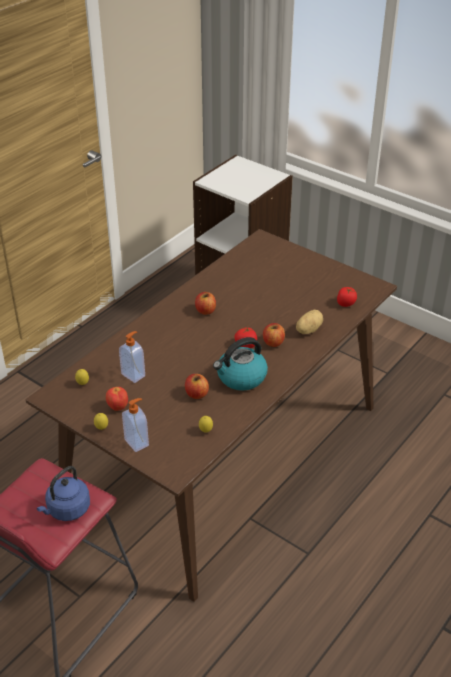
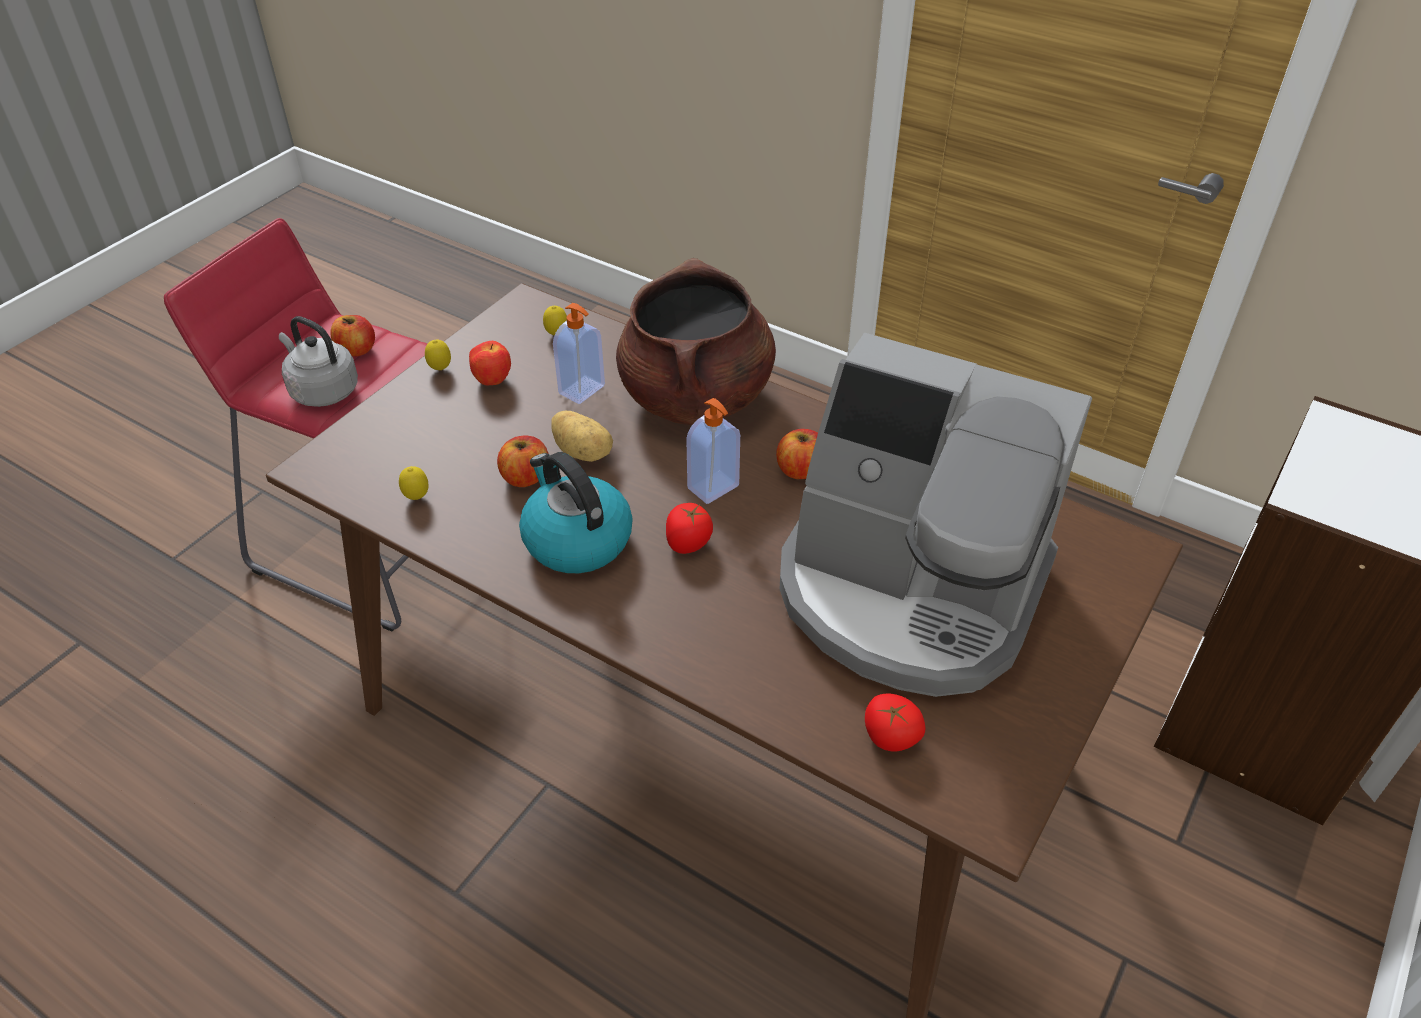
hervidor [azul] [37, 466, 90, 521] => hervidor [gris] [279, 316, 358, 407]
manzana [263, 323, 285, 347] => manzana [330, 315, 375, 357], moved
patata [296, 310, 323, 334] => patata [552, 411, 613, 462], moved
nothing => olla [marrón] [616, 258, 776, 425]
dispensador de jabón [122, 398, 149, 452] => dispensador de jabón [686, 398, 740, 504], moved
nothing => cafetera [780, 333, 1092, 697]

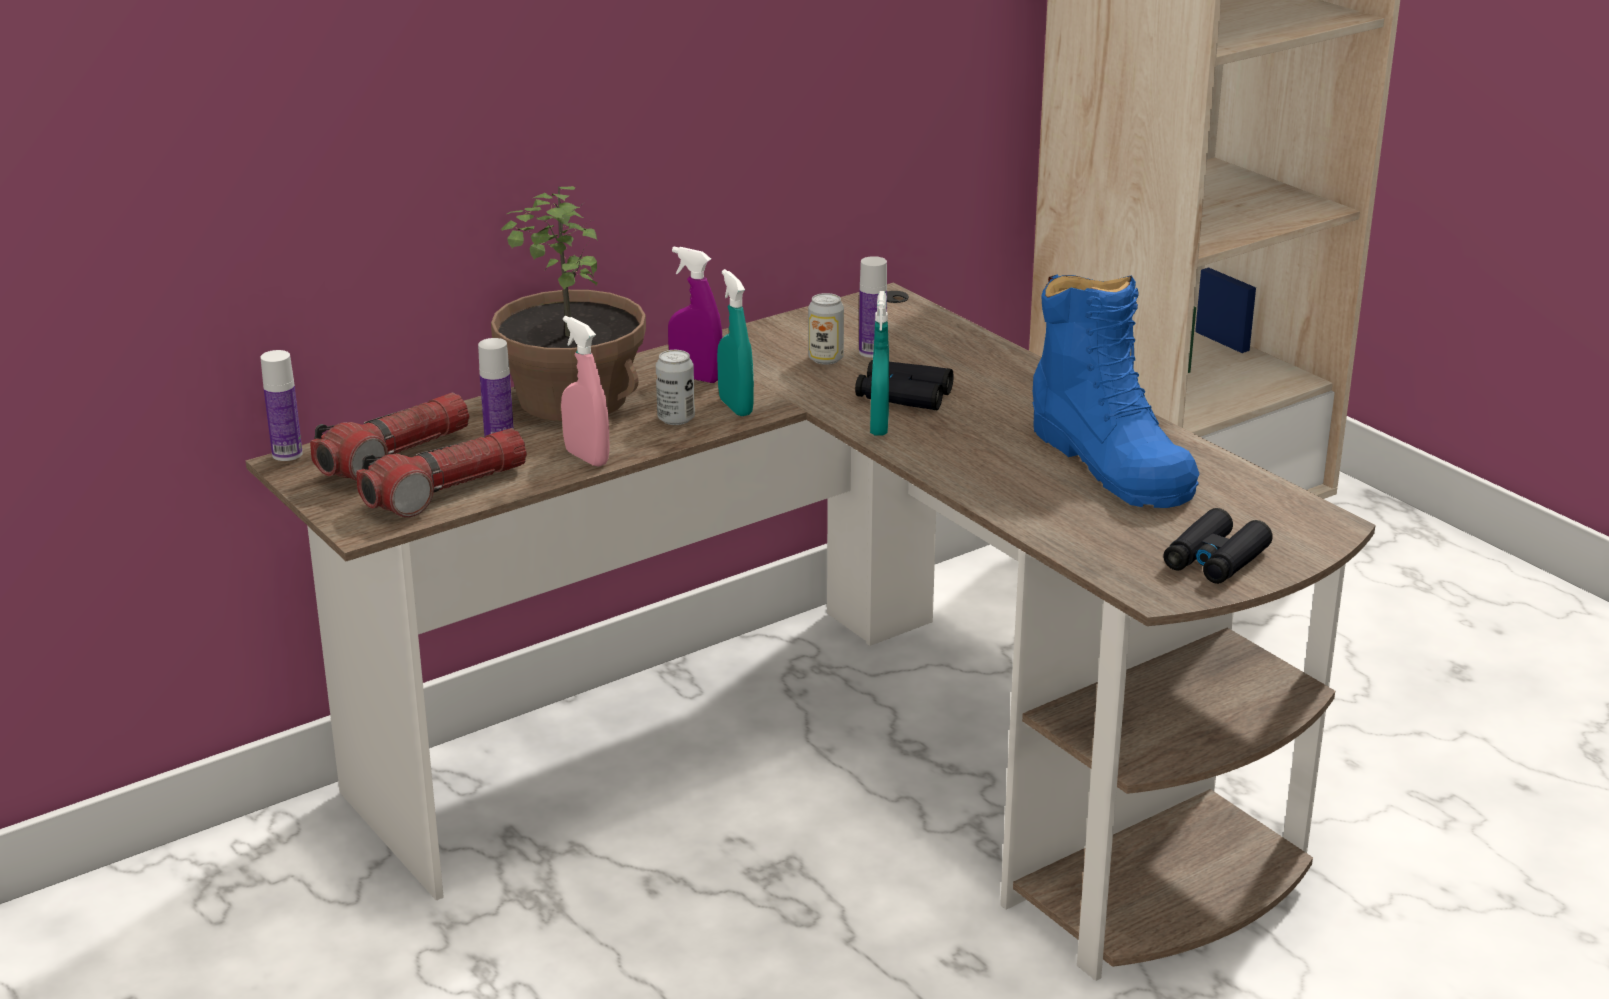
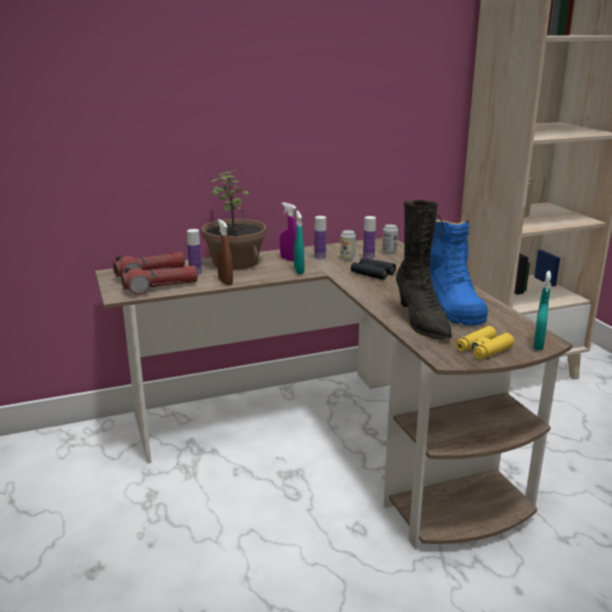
pulverizador [rosa] [561, 316, 609, 467] => pulverizador [marrón] [217, 219, 233, 286]
botella [260, 350, 303, 461] => botella [315, 216, 326, 260], moved
lata [656, 350, 695, 425] => lata [382, 224, 398, 254], moved
nothing => bota [negro] [396, 200, 452, 340]
prismáticos [negro] [1163, 508, 1273, 584] => prismáticos [amarillo] [456, 326, 514, 359]
pulverizador [turquesa] [870, 291, 889, 436] => pulverizador [turquesa] [533, 271, 551, 350], moved

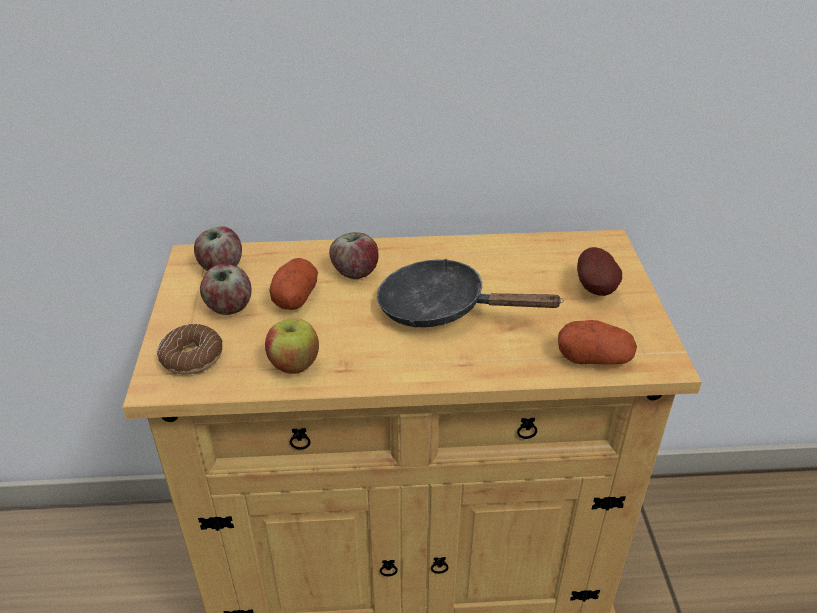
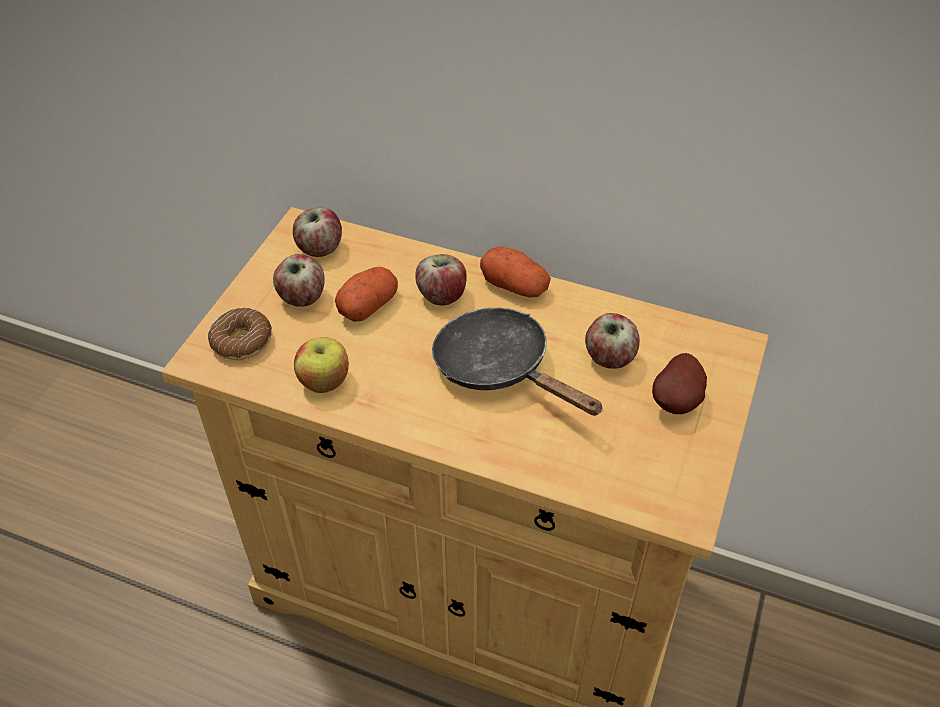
patata [558, 320, 637, 364] => patata [480, 246, 551, 297], moved
nothing => manzana [585, 313, 640, 369]

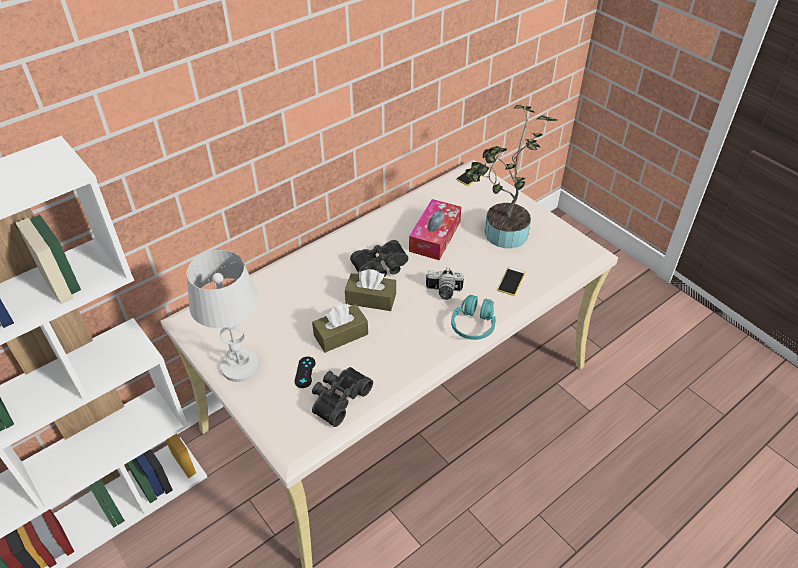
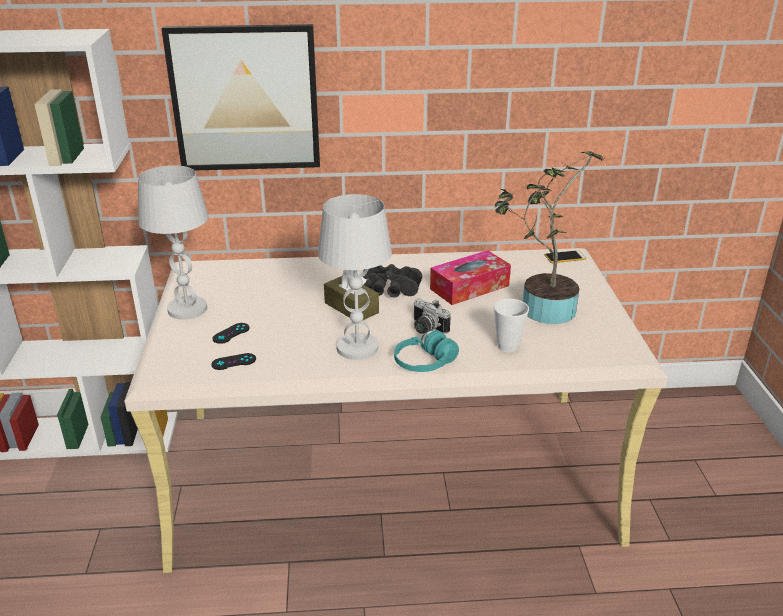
nothing => cuadro [161, 24, 320, 170]
prismáticos [negro] [312, 367, 373, 427] => mando de consola [negro] [211, 353, 256, 370]
nothing => lámpara de mesa [blanco] [318, 194, 392, 360]
móvil [498, 267, 525, 296] => taza [494, 299, 529, 352]
caja de pañuelos [marrón] [312, 304, 368, 353] => nothing

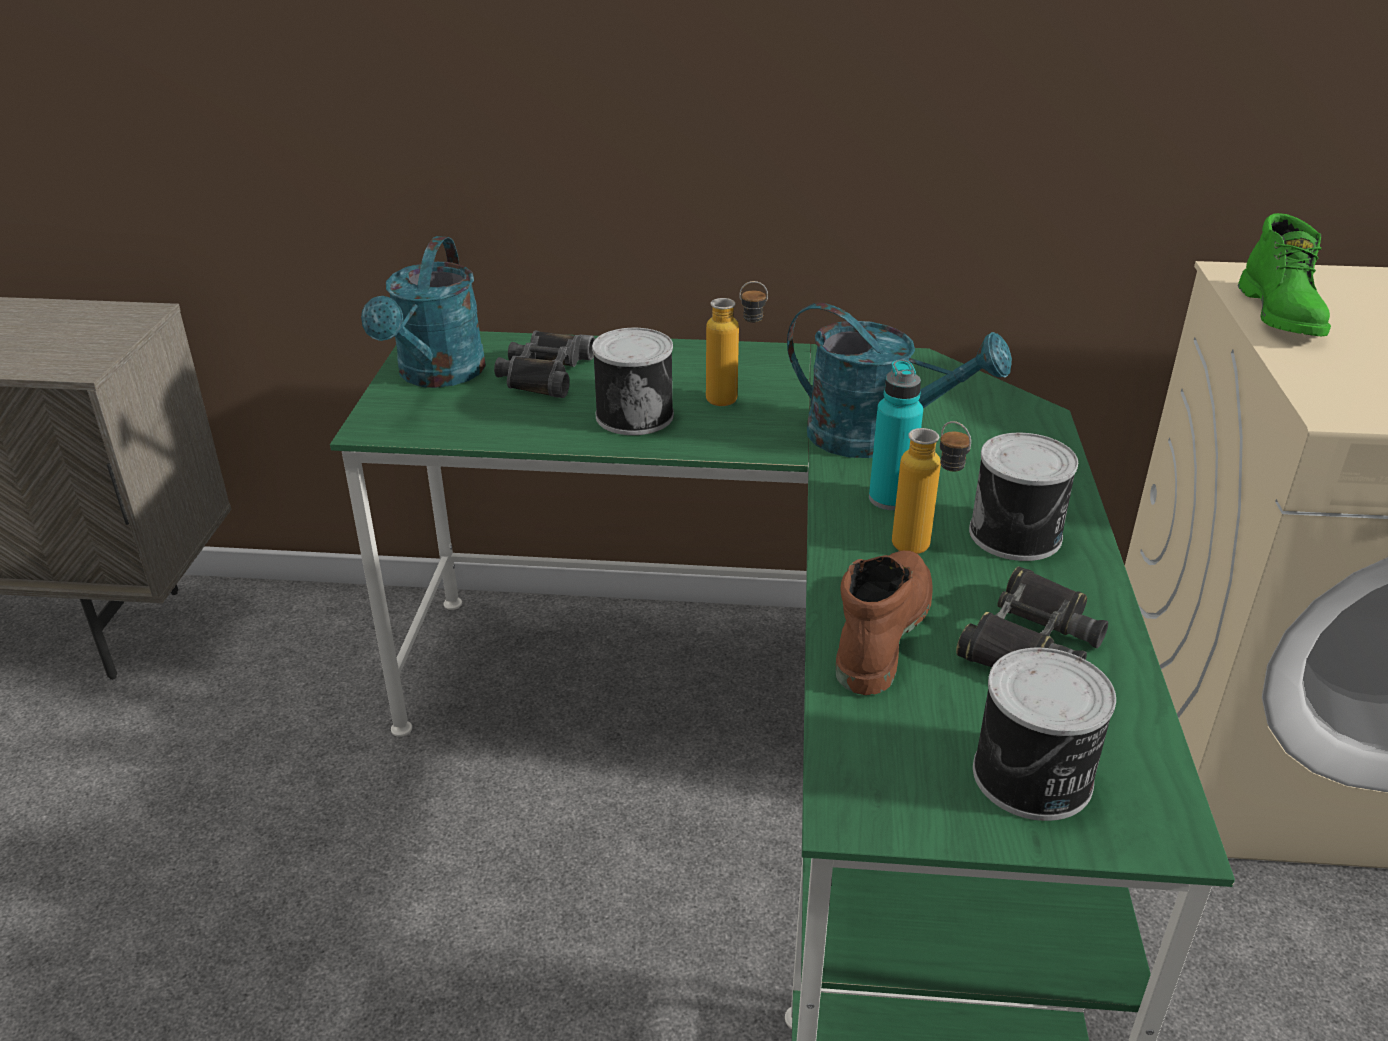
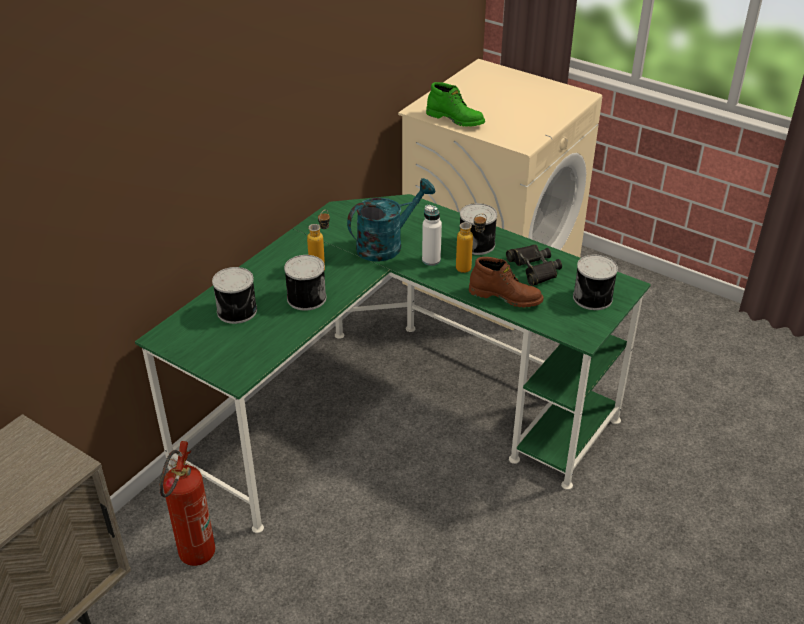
nothing => extintor [159, 441, 215, 566]
prismáticos [negro] [494, 331, 595, 398] => lata [212, 267, 257, 324]
botella [turquesa] [869, 360, 923, 511] => botella [blanco] [422, 205, 442, 266]
bota [marrón] [836, 551, 932, 695] => bota [marrón] [469, 257, 543, 307], 150 degrees clockwise
regadera [turquesa] [361, 236, 486, 388] => nothing

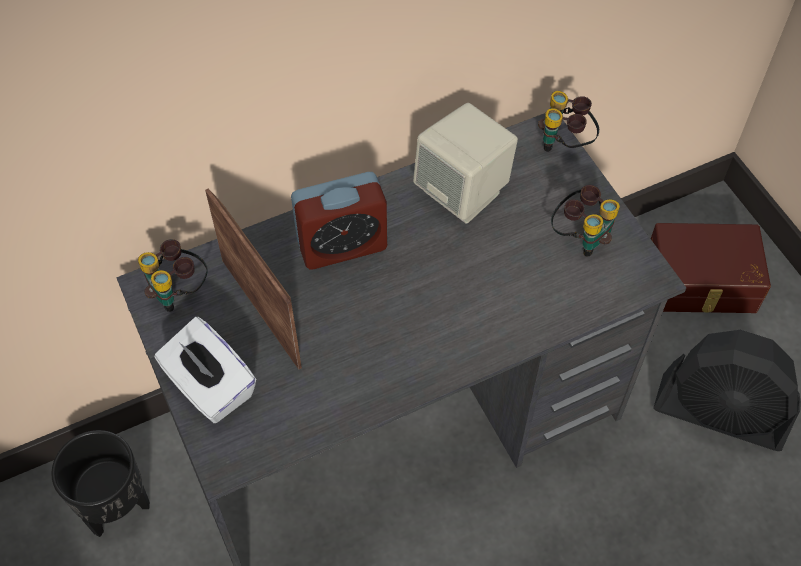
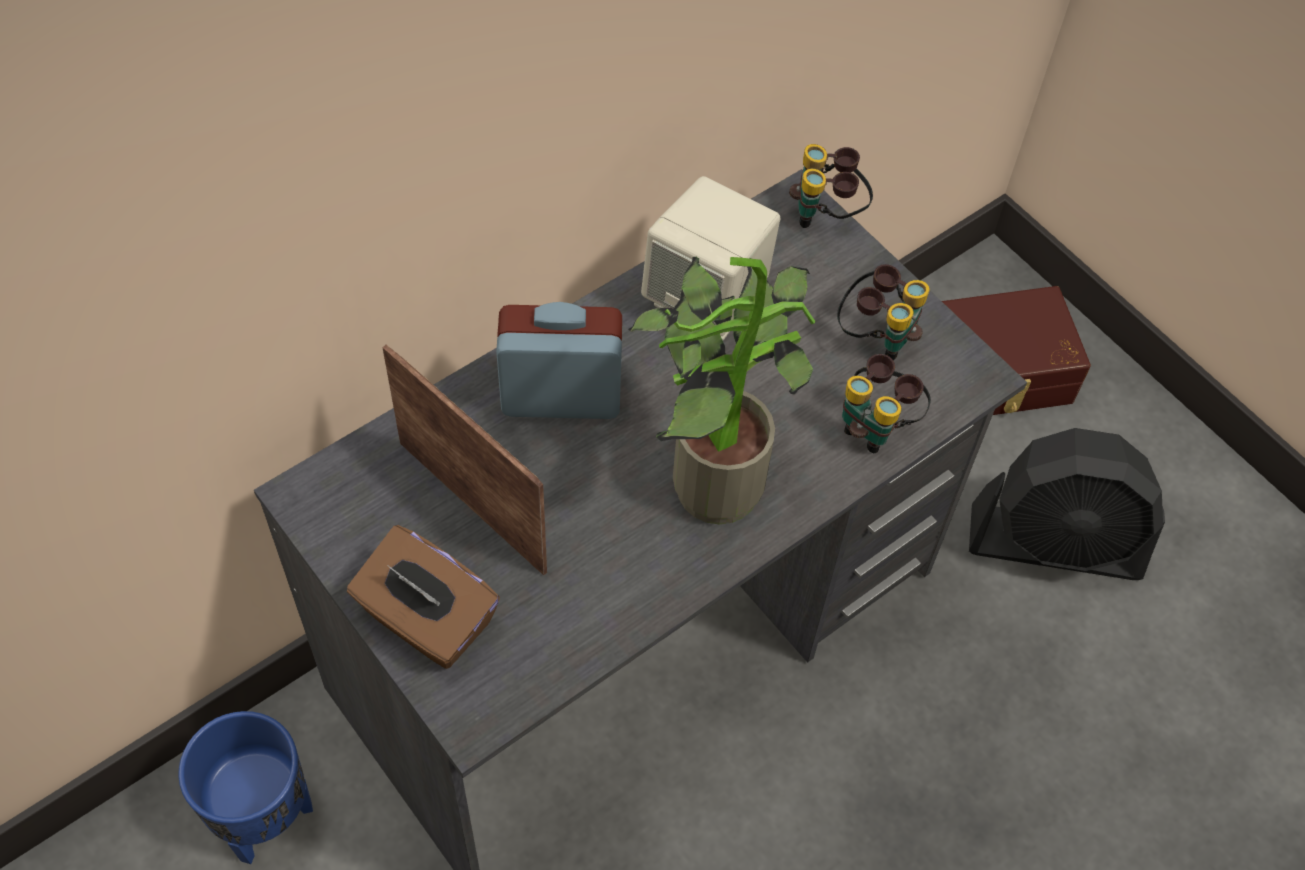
maceta [negro] [51, 430, 150, 537] => maceta [azul] [178, 711, 313, 864]
caja de pañuelos [blanco] [154, 317, 256, 423] => caja de pañuelos [marrón] [347, 525, 500, 669]
despertador [291, 172, 387, 269] => despertador [496, 302, 622, 419], 150 degrees counterclockwise
nothing => planta en maceta [628, 257, 816, 524]
prismáticos [138, 239, 207, 312] => prismáticos [842, 354, 931, 453], moved

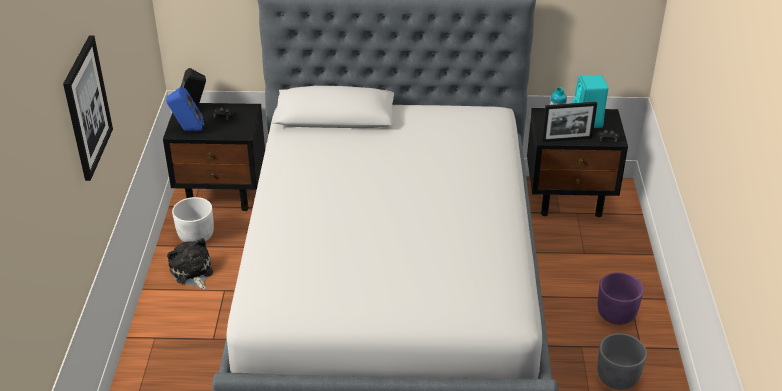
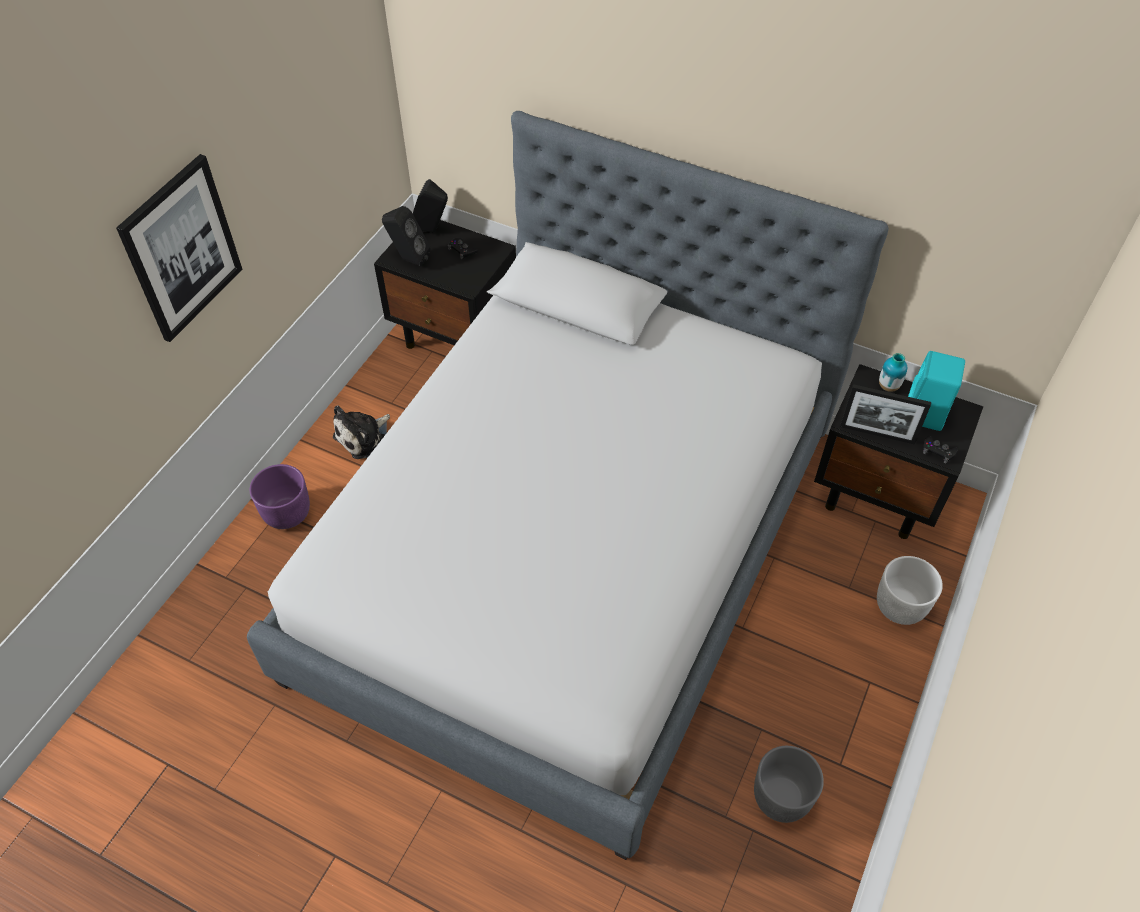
maceta [morado] [597, 272, 644, 325] => maceta [morado] [250, 464, 310, 529], moved
peluche [167, 238, 213, 290] => peluche [333, 405, 390, 459], 135 degrees counterclockwise
altavoz [azul] [166, 87, 204, 131] => altavoz [negro] [382, 206, 431, 267]
maceta [blanco] [172, 197, 214, 242] => maceta [blanco] [877, 556, 943, 625], moved

